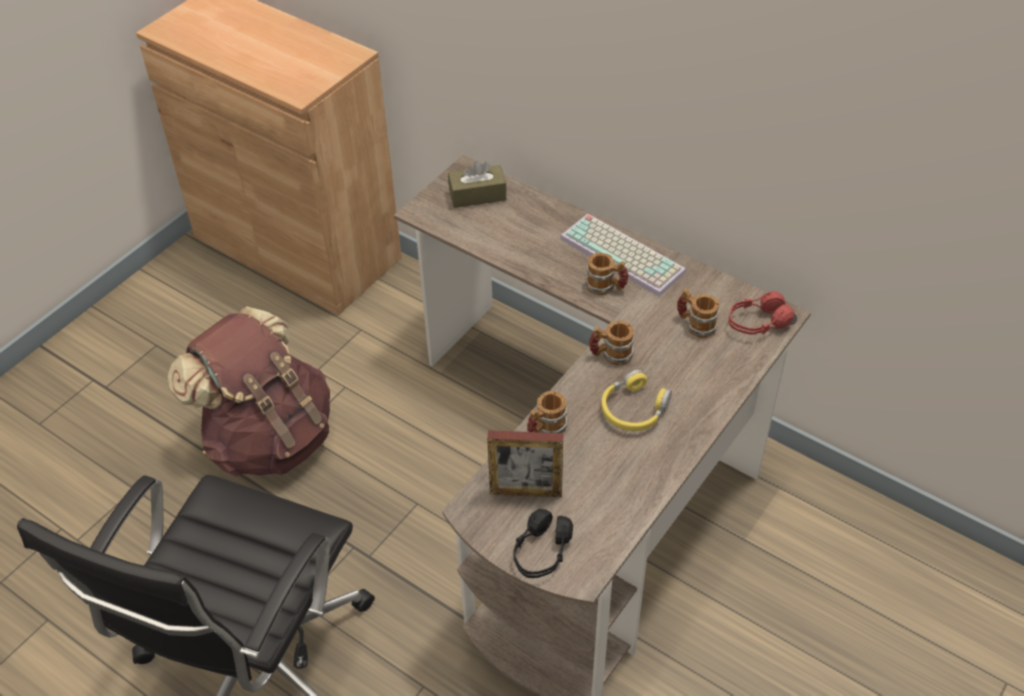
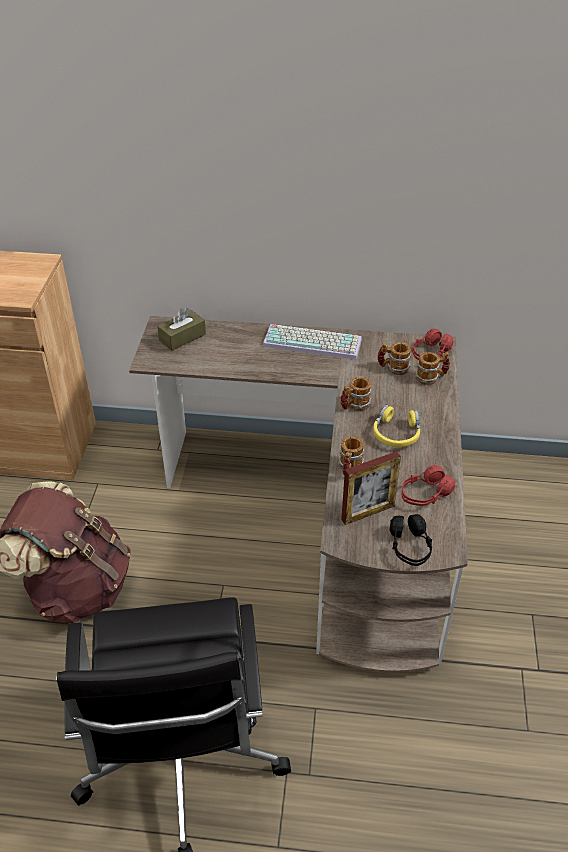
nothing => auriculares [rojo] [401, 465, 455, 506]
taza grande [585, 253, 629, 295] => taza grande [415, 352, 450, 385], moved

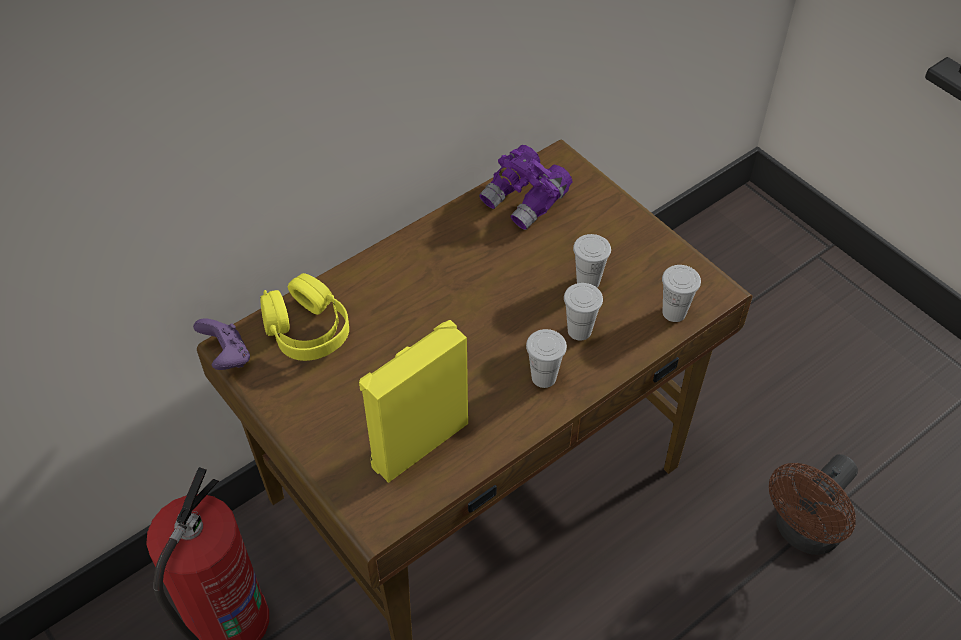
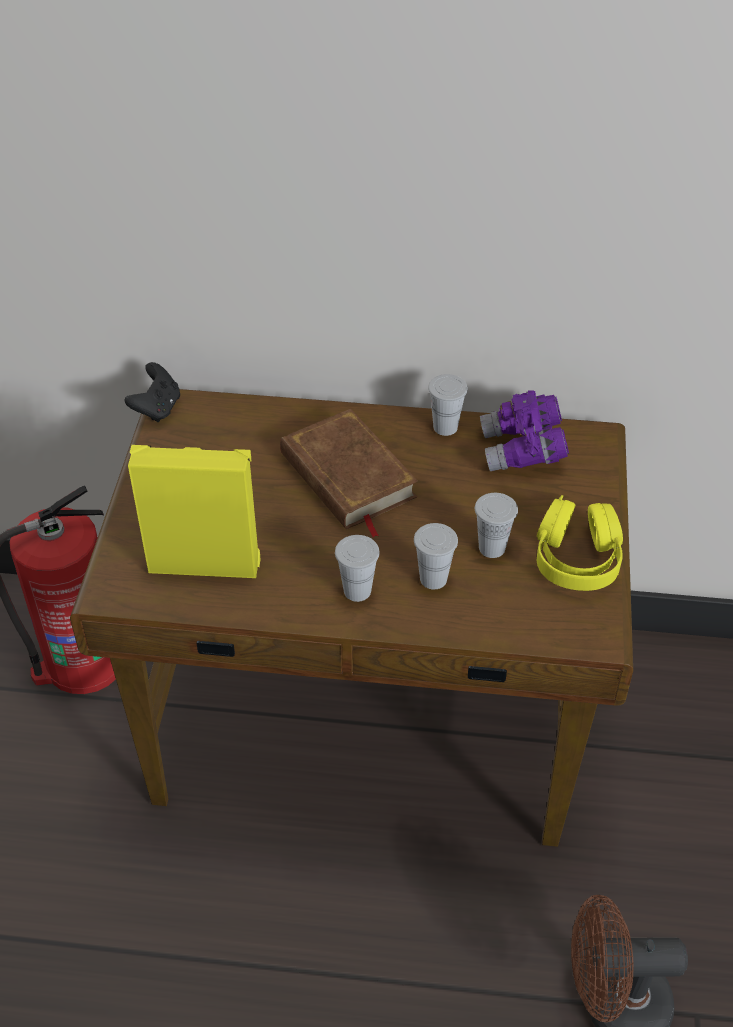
mando de consola [morado] [193, 318, 250, 370] => mando de consola [negro] [125, 362, 180, 422]
nothing => libro [marrón] [280, 409, 418, 538]
taza [blanco] [662, 265, 701, 322] => taza [blanco] [428, 374, 468, 436], moved
auriculares [amarillo] [260, 273, 349, 361] => auriculares [amarillo] [537, 495, 623, 591], moved

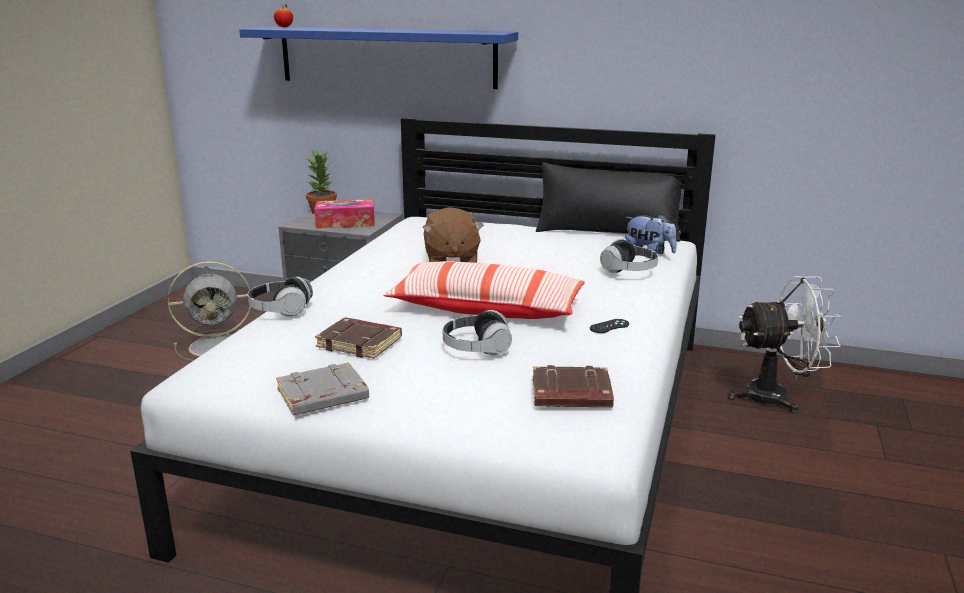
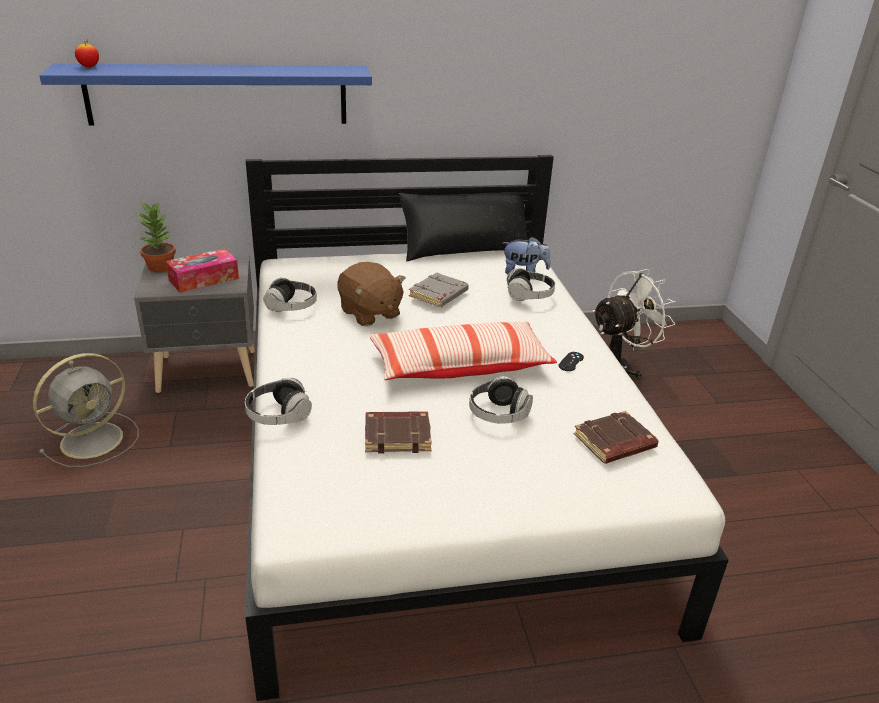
nothing => auriculares [264, 278, 317, 312]
libro [gris] [276, 362, 369, 415] => libro [gris] [409, 272, 469, 307], moved

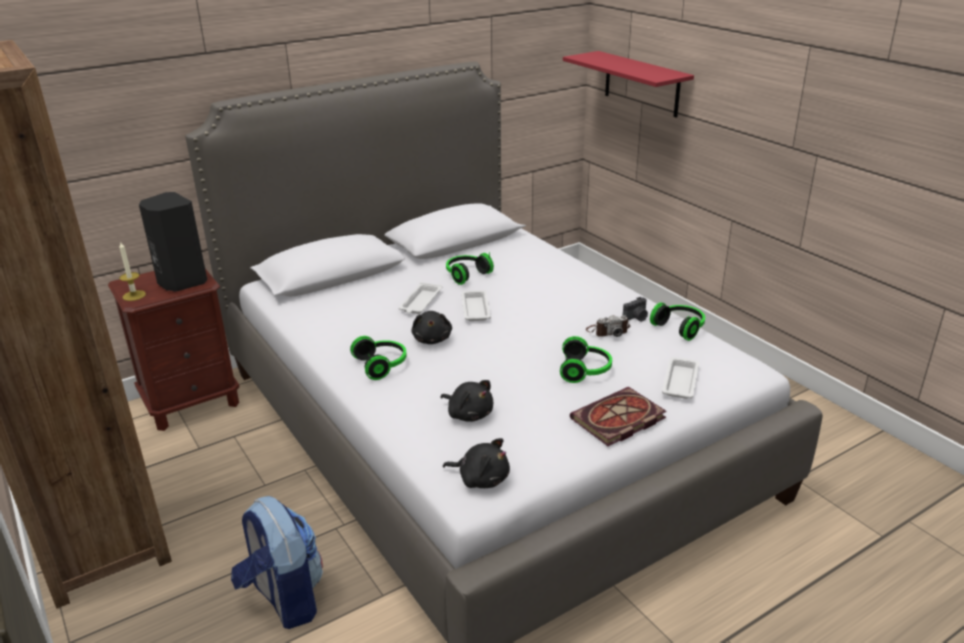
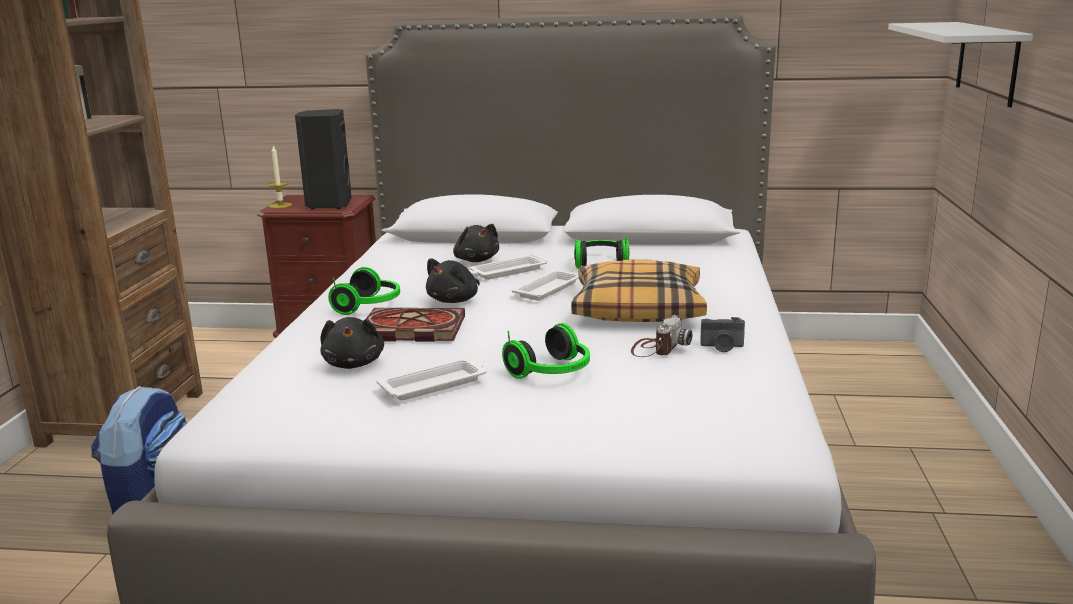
libro [570, 387, 667, 446] => libro [366, 308, 465, 342], moved
bandeja [blanco] [662, 357, 700, 399] => bandeja [blanco] [376, 358, 486, 400], moved
peluche [negro] [443, 438, 510, 488] => peluche [negro] [453, 224, 499, 262], moved
nothing => cojín [571, 259, 707, 322]
cámara [586, 315, 630, 337] => cámara [631, 315, 692, 357], 90 degrees counterclockwise
estante [rojo] [563, 51, 694, 118] => estante [blanco] [888, 22, 1033, 107]
auriculares [650, 303, 705, 341] => nothing

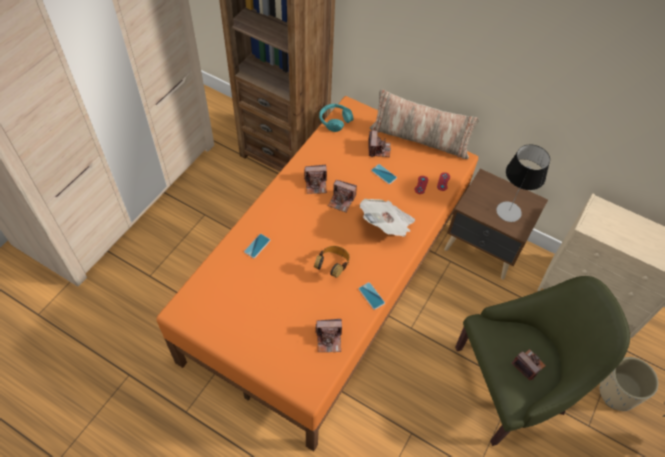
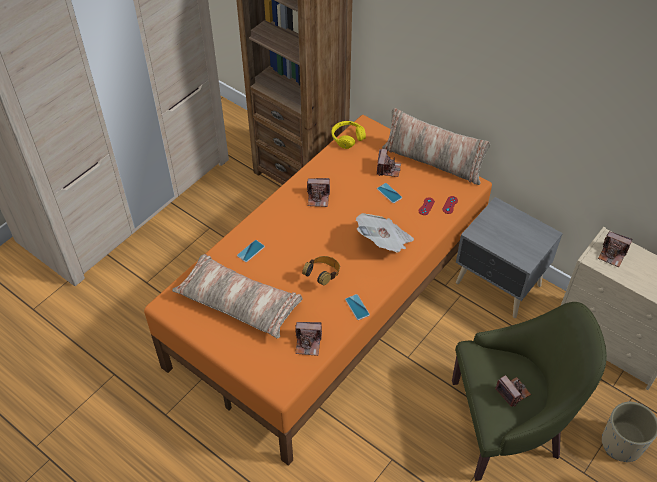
nothing => cojín [172, 254, 303, 338]
auriculares [turquesa] [319, 104, 353, 132] => auriculares [amarillo] [332, 121, 366, 149]
mesita de noche [marrón] [444, 169, 548, 280] => mesita de noche [gris] [456, 197, 563, 318]
cámara [328, 180, 357, 212] => cámara [598, 231, 632, 267], moved
lámpara de mesa [496, 145, 550, 222] => nothing

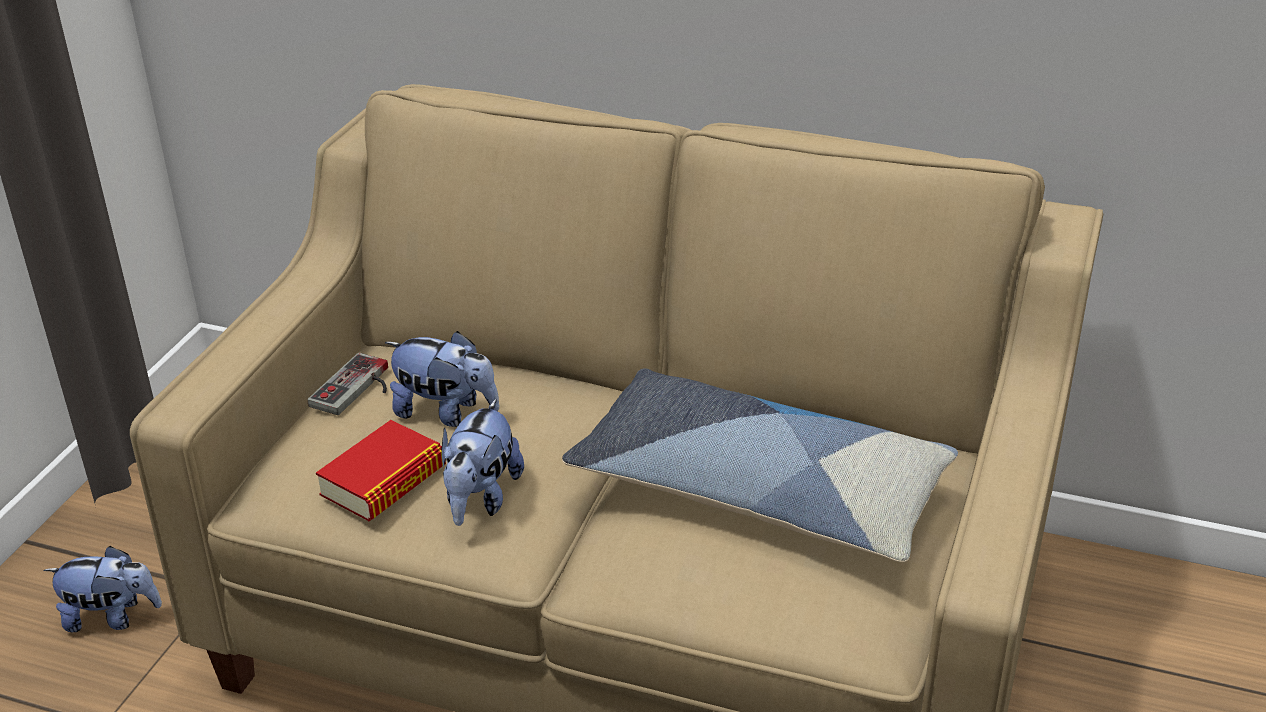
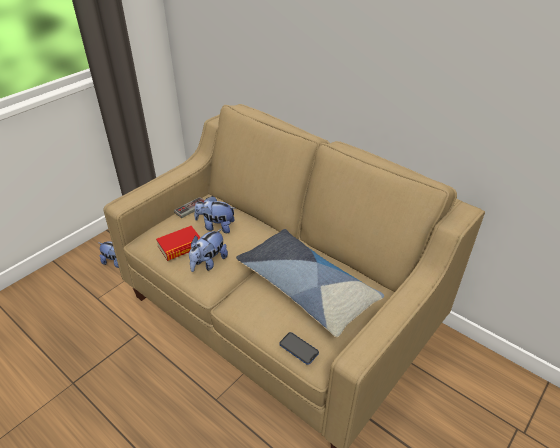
peluche [385, 331, 499, 427] => peluche [194, 196, 236, 233], 150 degrees clockwise
nothing => móvil [279, 332, 319, 365]

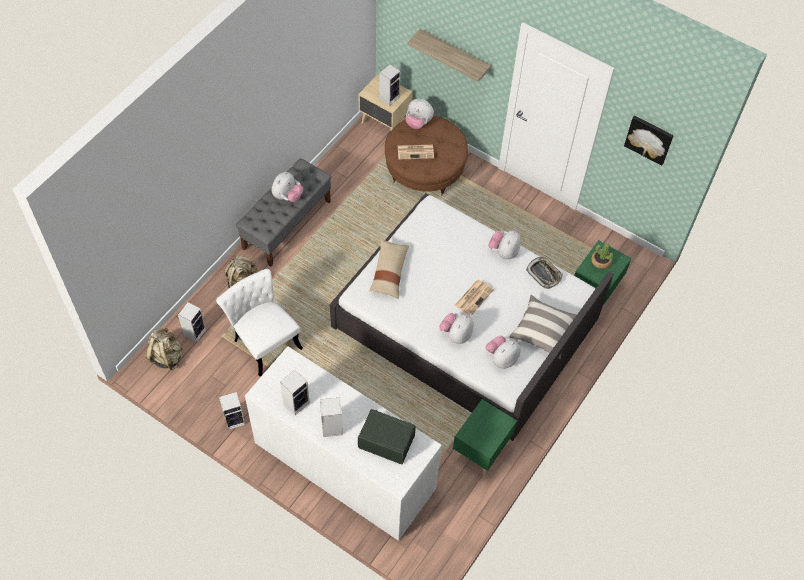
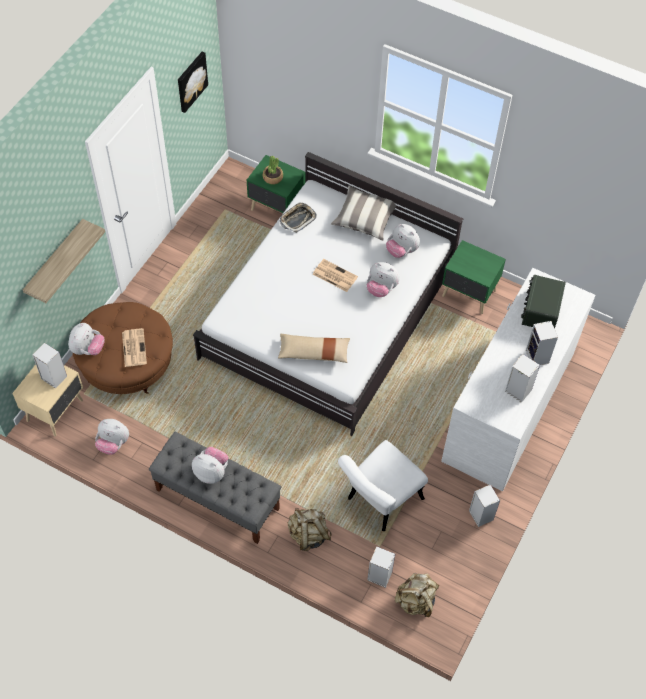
peluche [488, 230, 521, 259] => peluche [95, 419, 129, 455], moved

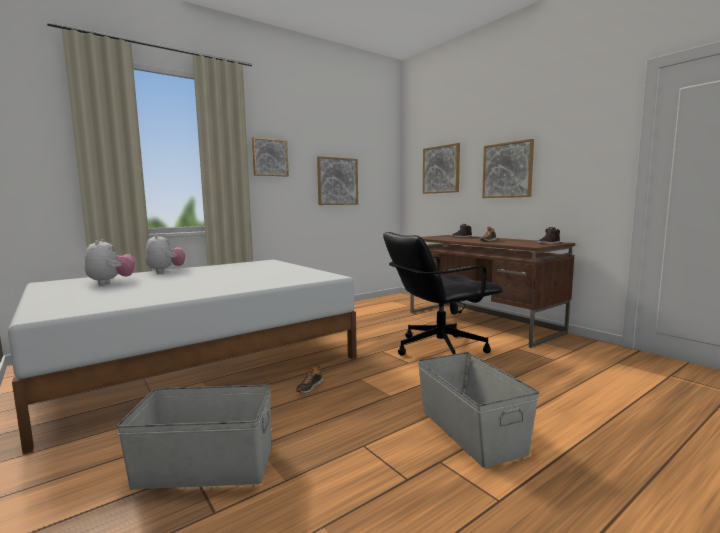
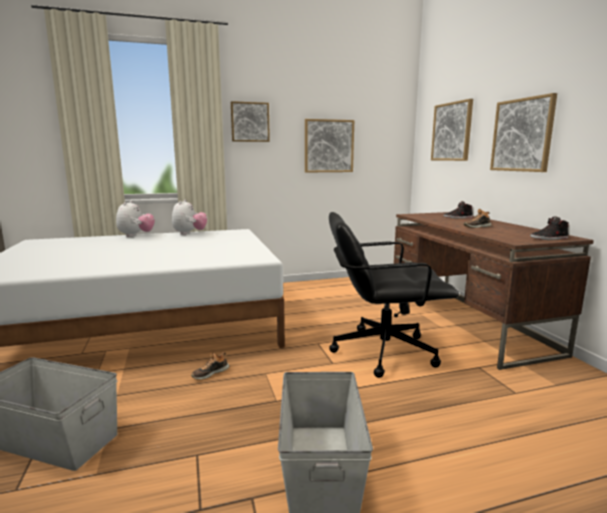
peluche [85, 239, 135, 284] => peluche [172, 199, 207, 235], moved

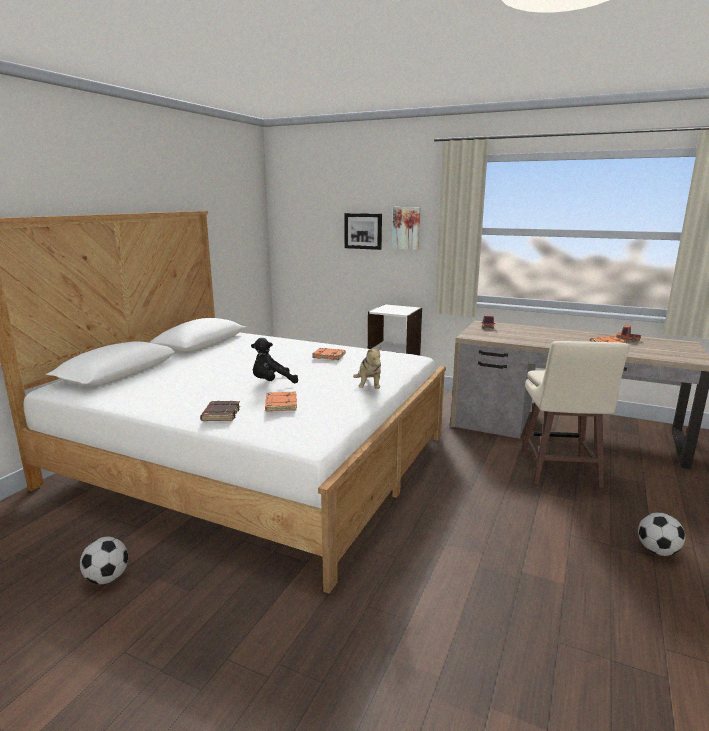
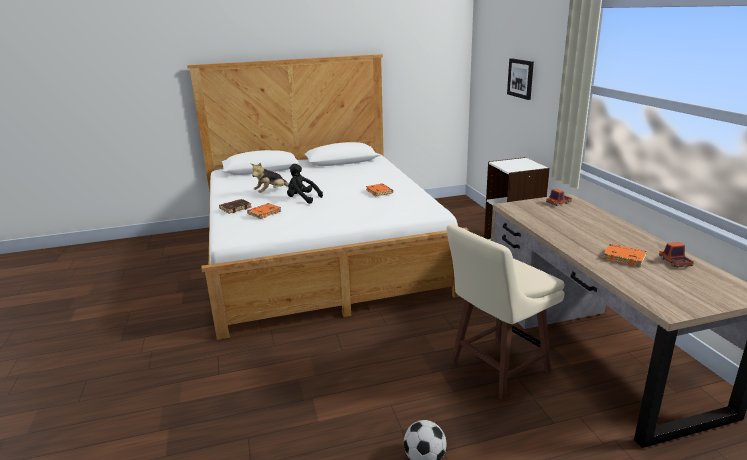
peluche [353, 346, 381, 389] => peluche [250, 163, 289, 193], moved
balón de fútbol [80, 537, 128, 584] => nothing
cuadro [392, 207, 420, 250] => nothing

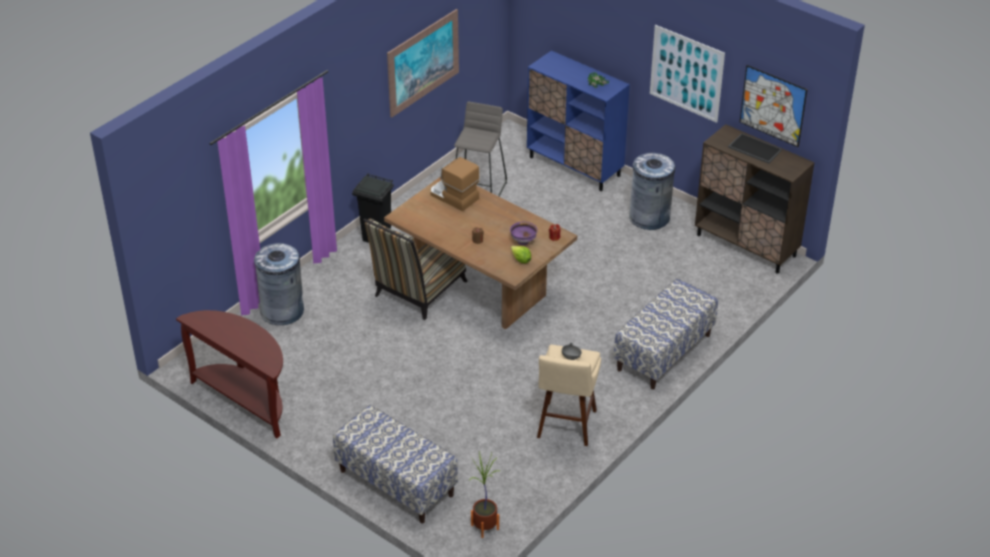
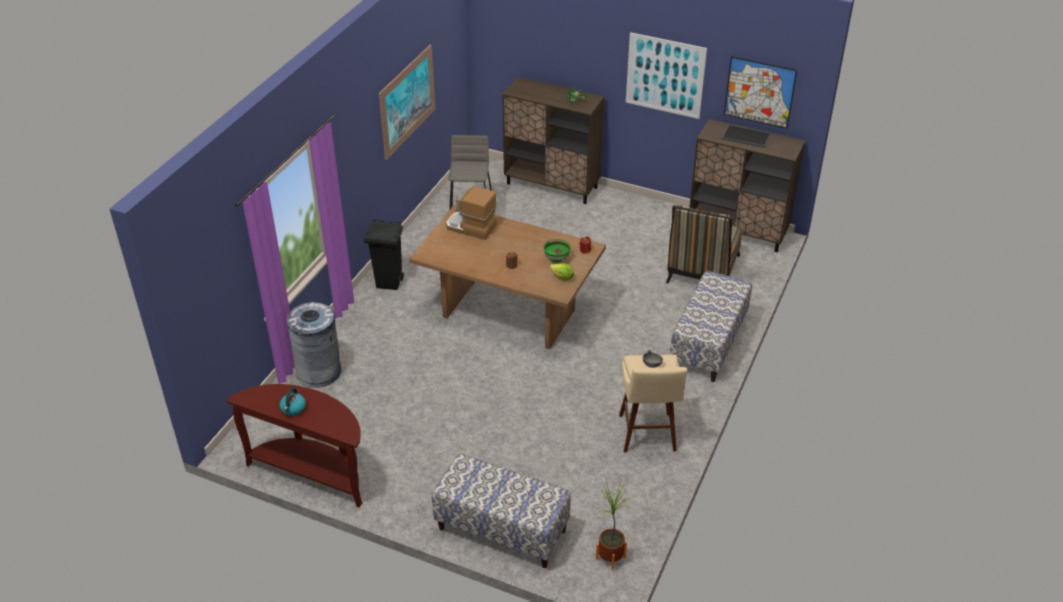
nothing => hervidor [280, 387, 306, 416]
armario [azul] [527, 50, 630, 191] => armario [marrón] [502, 77, 604, 204]
cuenco [morado] [510, 222, 538, 245] => cuenco [verde] [543, 239, 571, 263]
silla [363, 219, 467, 320] => silla [666, 205, 741, 283], moved
papelera [gris] [629, 153, 675, 230] => nothing

